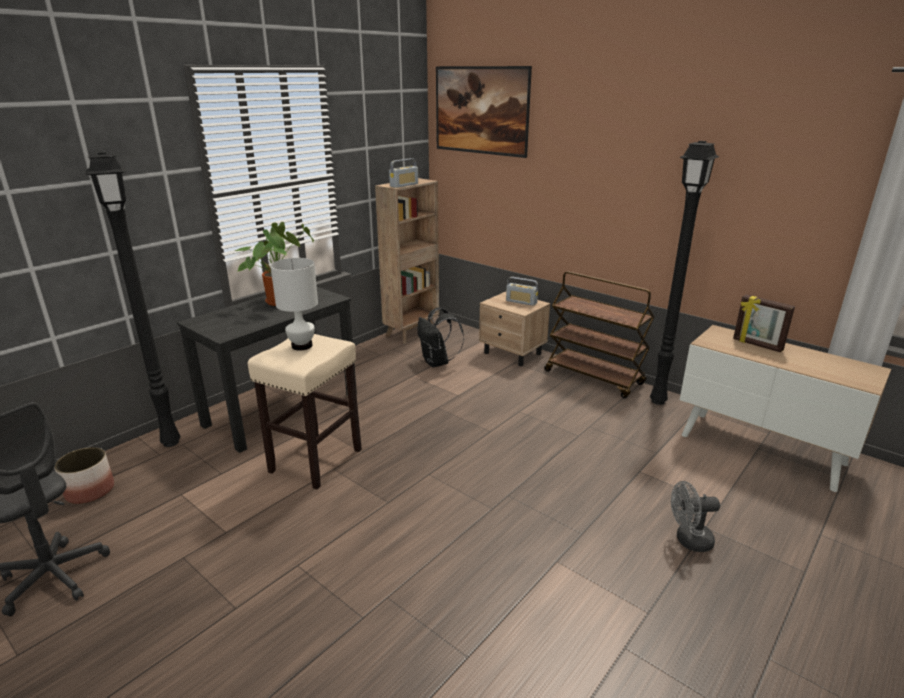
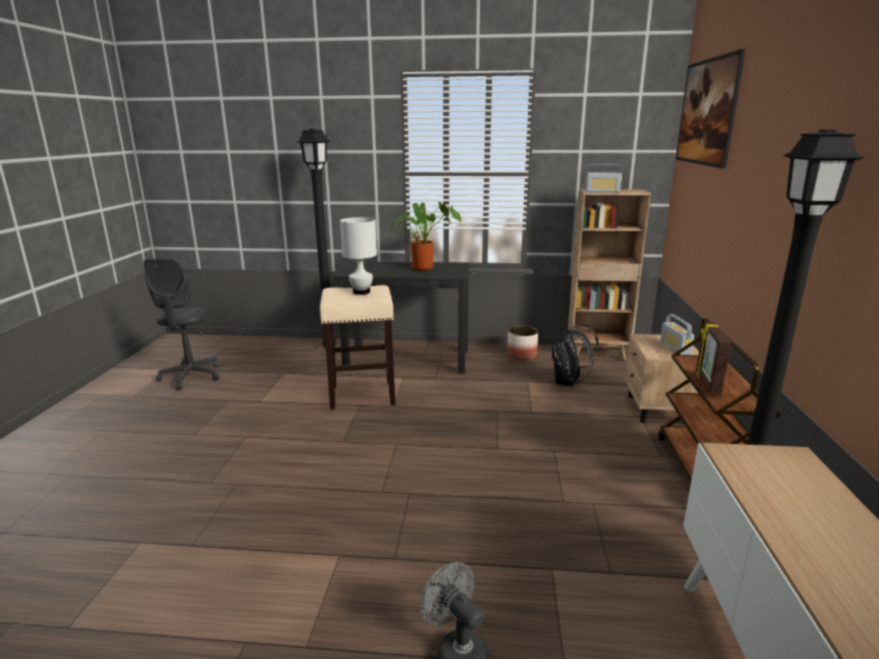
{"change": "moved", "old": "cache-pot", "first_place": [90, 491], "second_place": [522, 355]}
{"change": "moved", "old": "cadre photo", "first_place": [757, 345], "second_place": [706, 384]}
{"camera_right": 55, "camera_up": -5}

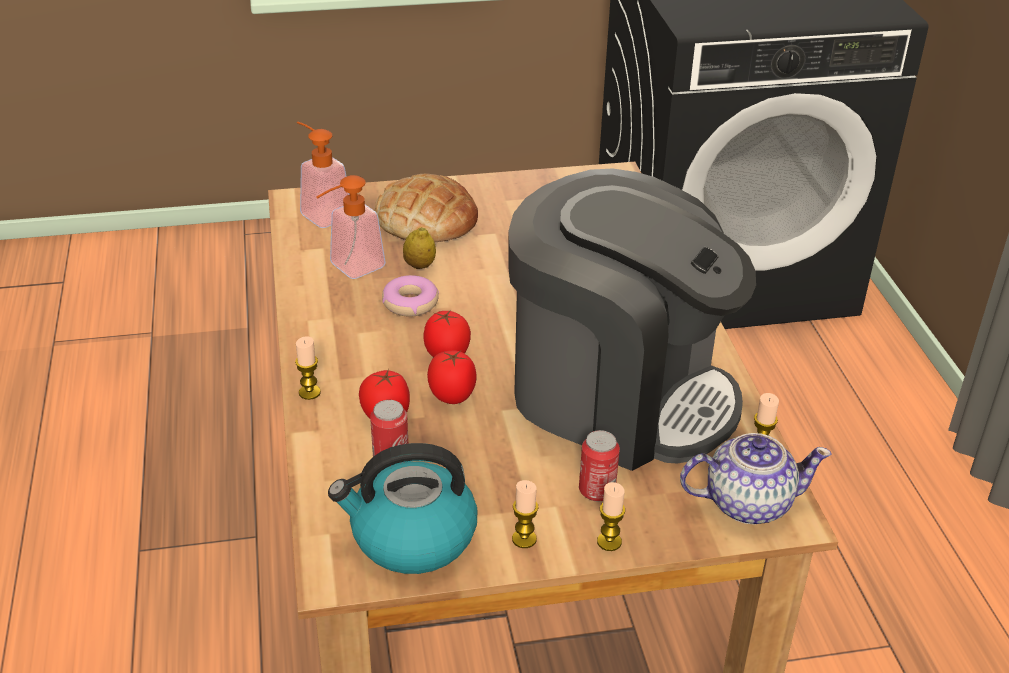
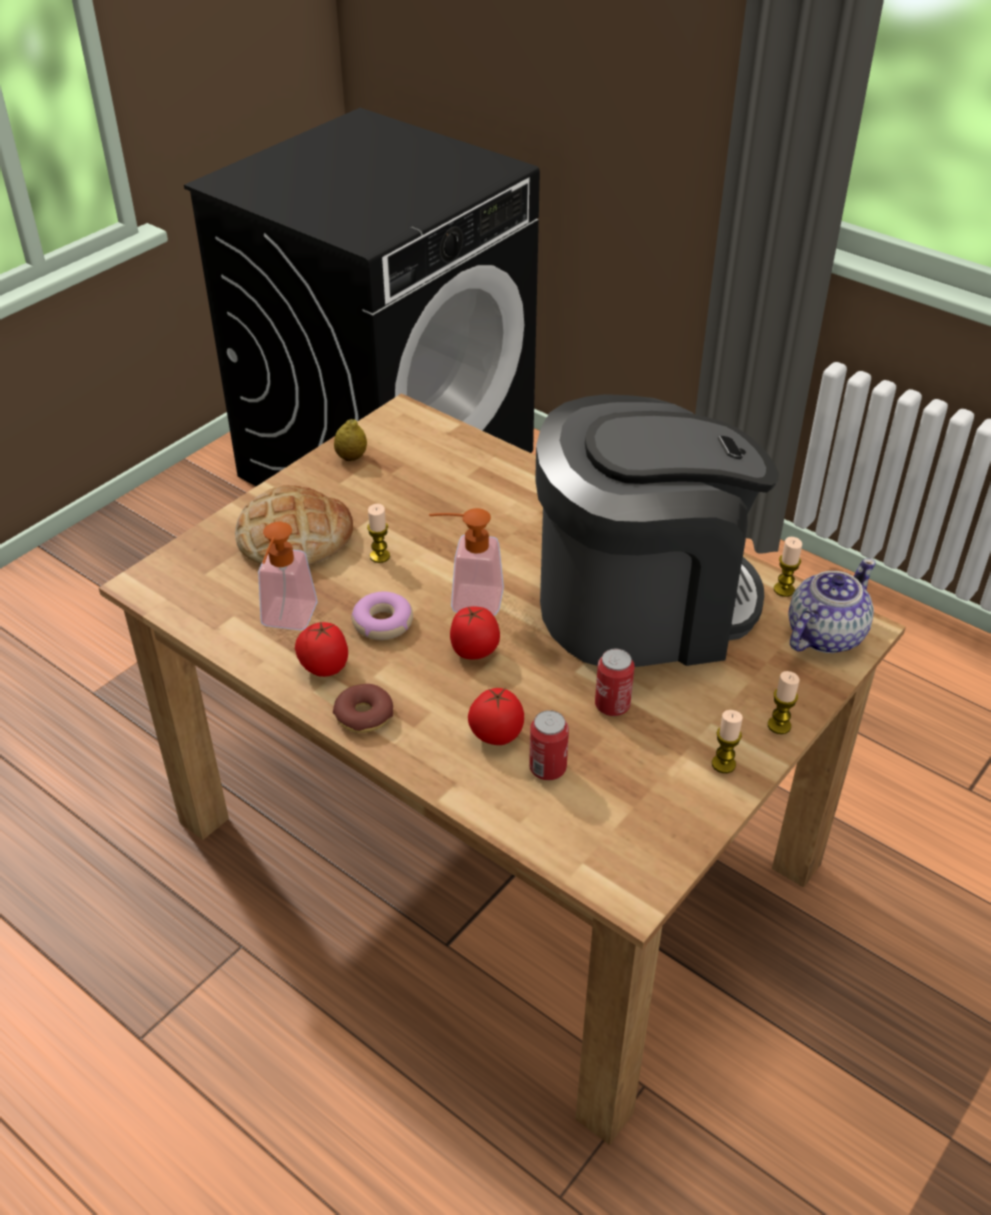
{"change": "moved", "old": "tomate", "first_place": [451, 396], "second_place": [324, 668]}
{"change": "added", "new": "beignet", "second_place": [364, 715]}
{"change": "moved", "old": "citron", "first_place": [419, 266], "second_place": [351, 457]}
{"change": "moved", "old": "bougie", "first_place": [309, 392], "second_place": [380, 556]}
{"change": "moved", "old": "distributeur de savon", "first_place": [321, 212], "second_place": [466, 599]}
{"change": "moved", "old": "boîte métallique", "first_place": [597, 491], "second_place": [612, 705]}
{"change": "removed", "old": "bouilloire", "first_place": [411, 537]}
{"camera_right": -40, "camera_up": 5}

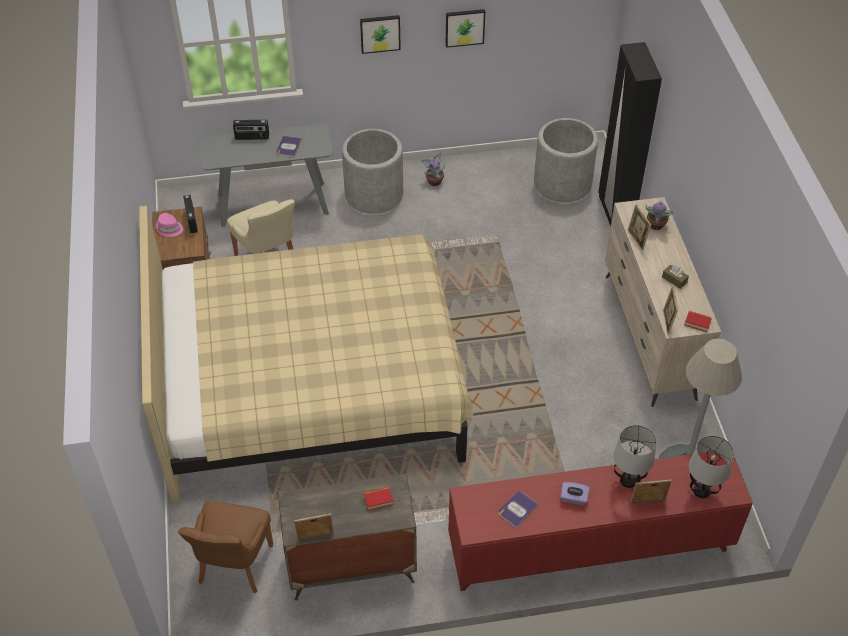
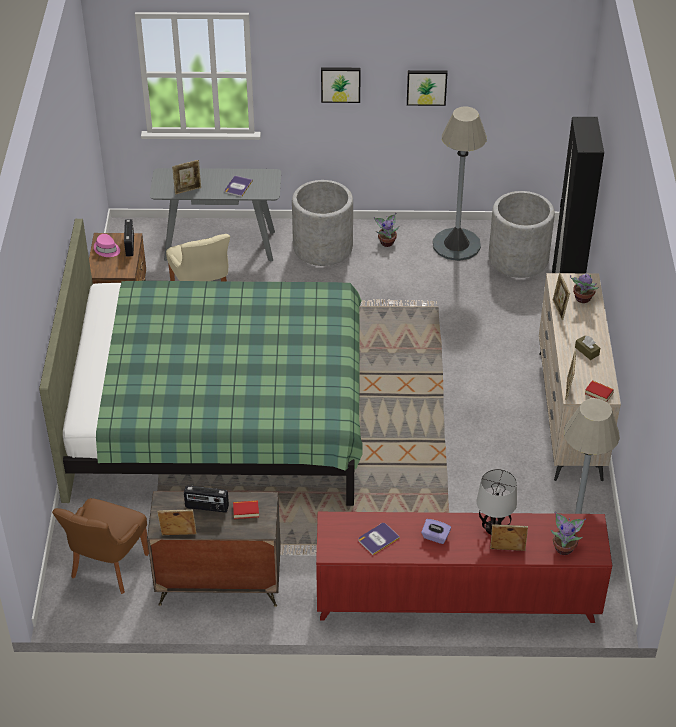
{"change": "recoloured", "old": "lit/beige", "new": "lit/vert", "first_place": [310, 383], "second_place": [217, 415]}
{"change": "added", "new": "cadre photo", "second_place": [188, 190]}
{"change": "moved", "old": "radio", "first_place": [252, 137], "second_place": [207, 507]}
{"change": "added", "new": "lampadaire/gris", "second_place": [456, 244]}
{"change": "replaced", "old": "lampe de table", "new": "plante en pot", "first_place": [702, 490], "second_place": [564, 547]}
{"camera_right": 10, "camera_up": -5}

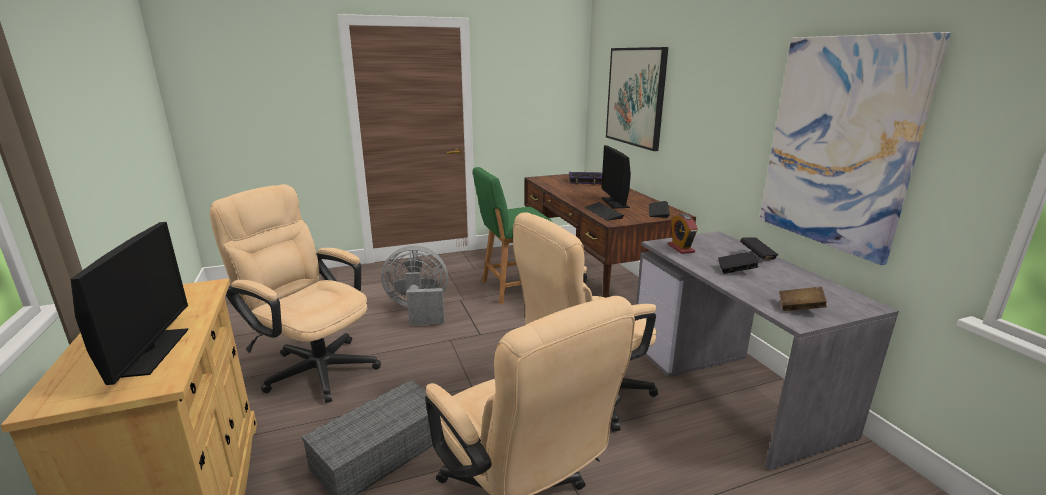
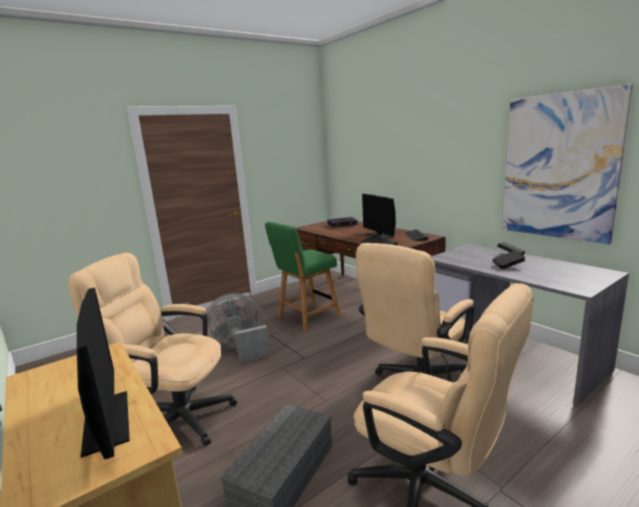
{"change": "removed", "old": "tableau", "first_place": [635, 97]}
{"change": "removed", "old": "réveil", "first_place": [681, 248]}
{"change": "removed", "old": "livre/marron", "first_place": [800, 308]}
{"camera_right": -15, "camera_up": -5}

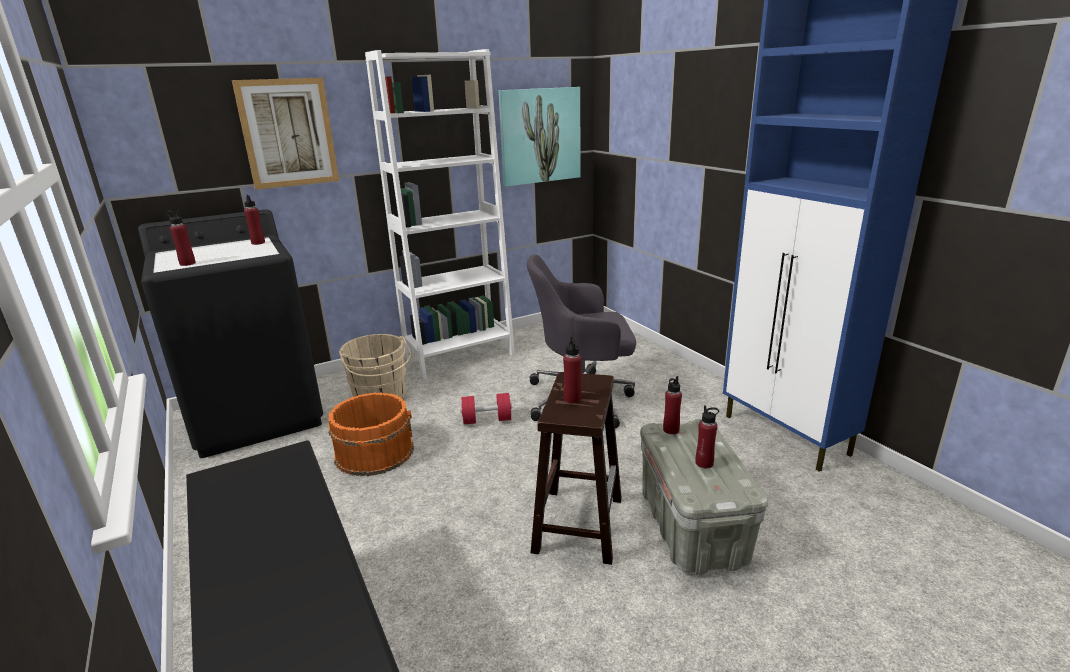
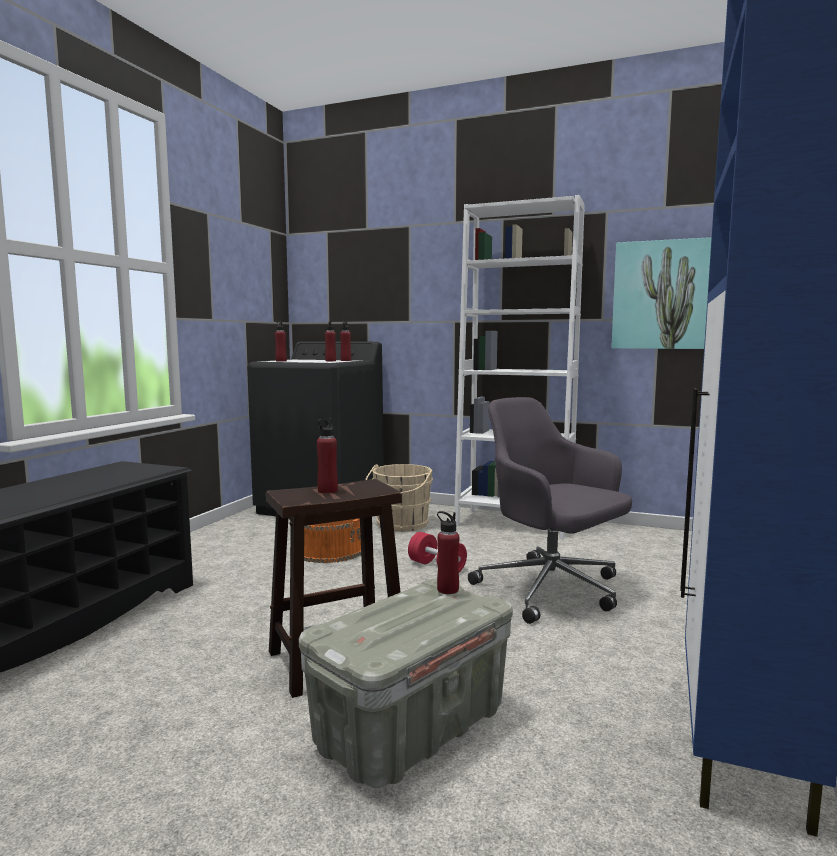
{"change": "moved", "old": "bouteille/rouge", "first_place": [704, 463], "second_place": [330, 361]}
{"change": "removed", "old": "tableau", "first_place": [288, 133]}
{"camera_right": 50, "camera_up": -15}

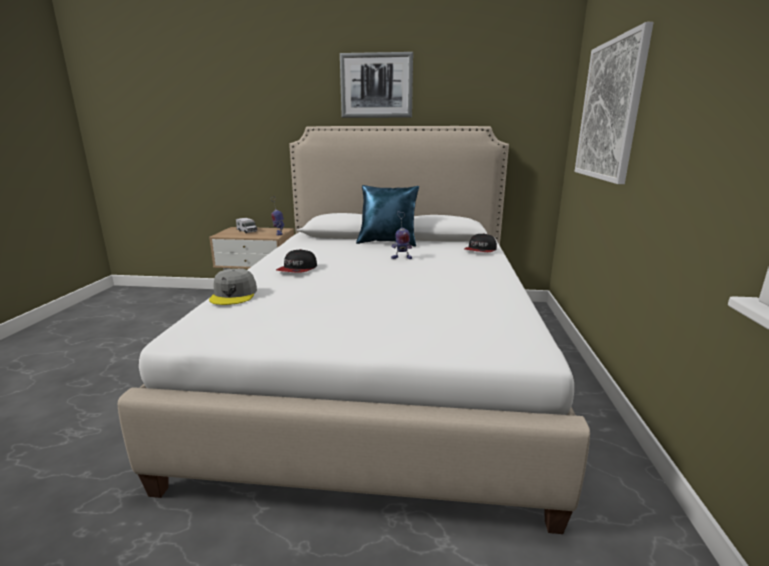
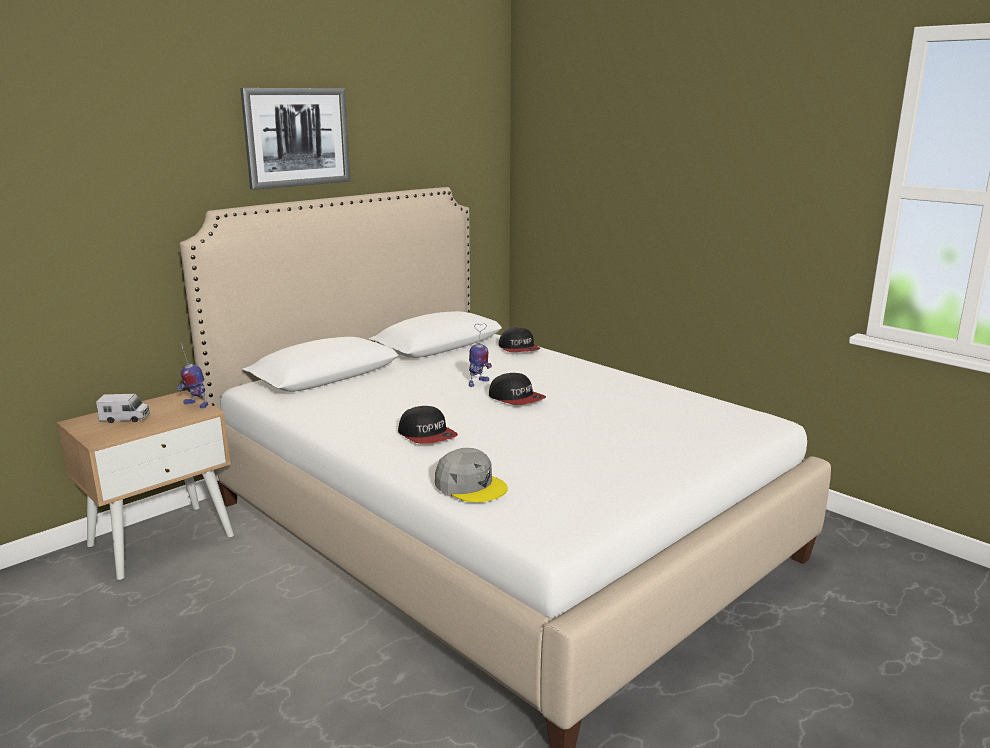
{"change": "added", "new": "casquette", "second_place": [516, 398]}
{"change": "removed", "old": "coussin/bleu", "first_place": [388, 243]}
{"change": "removed", "old": "tableau", "first_place": [609, 111]}
{"camera_right": -50, "camera_up": 0}

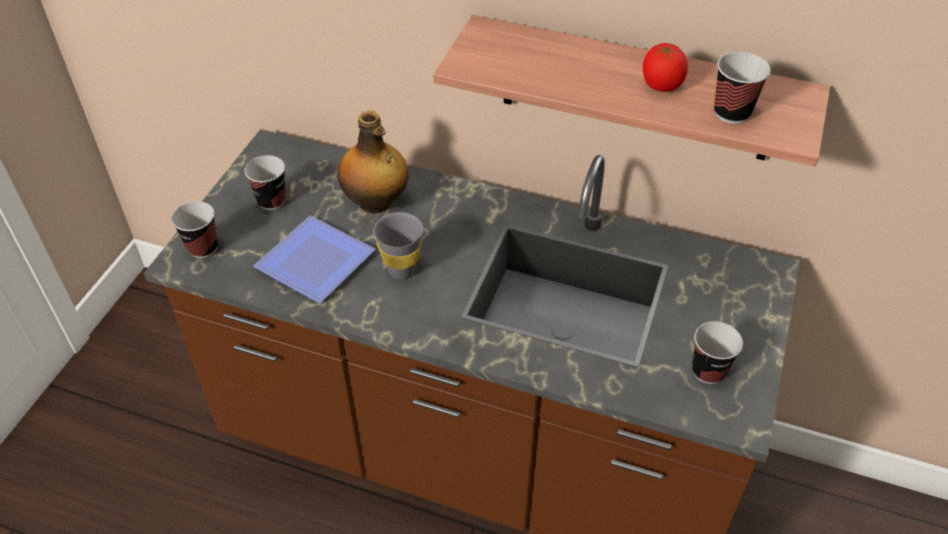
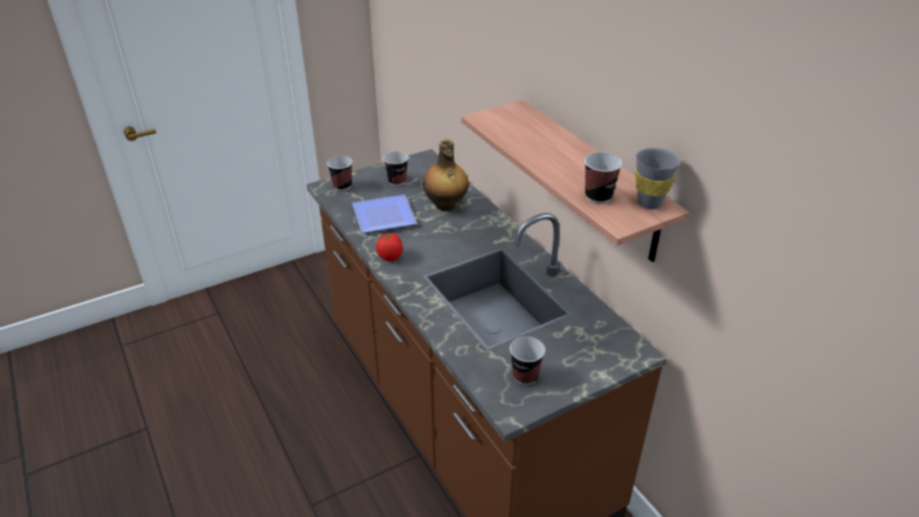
{"change": "moved", "old": "tomate", "first_place": [661, 85], "second_place": [390, 257]}
{"change": "moved", "old": "tasse/gris", "first_place": [401, 270], "second_place": [649, 203]}
{"camera_right": 40, "camera_up": -10}

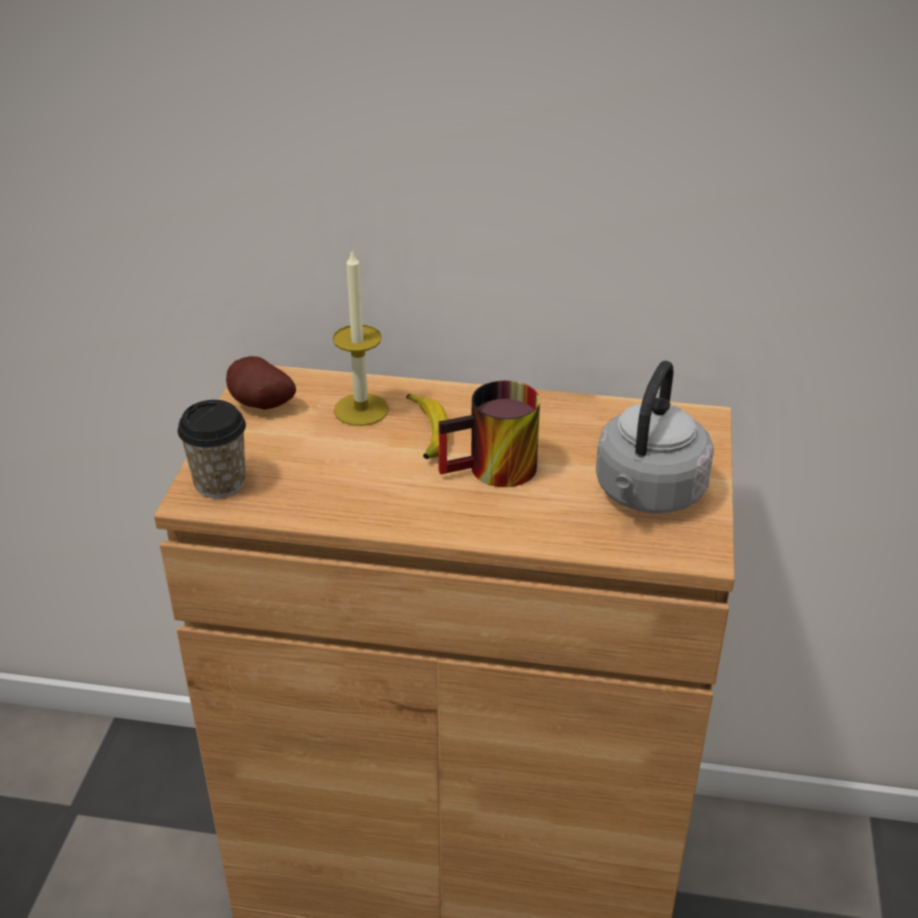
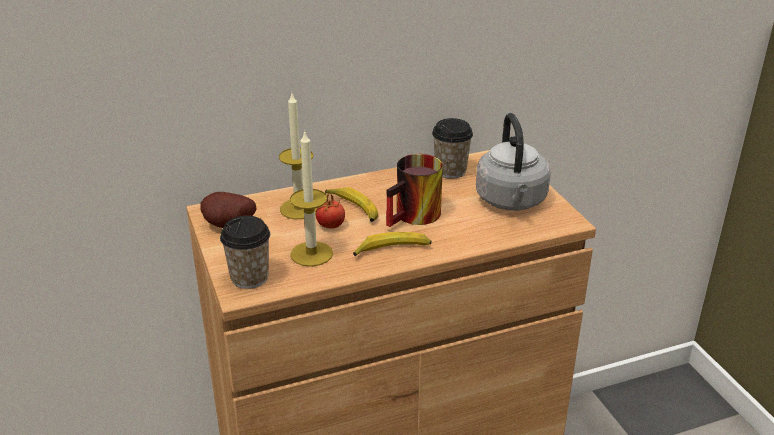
{"change": "added", "new": "bougie", "second_place": [311, 254]}
{"change": "added", "new": "tomate", "second_place": [330, 226]}
{"change": "added", "new": "banane", "second_place": [392, 250]}
{"change": "added", "new": "tasse", "second_place": [450, 171]}
{"camera_right": -30, "camera_up": -5}

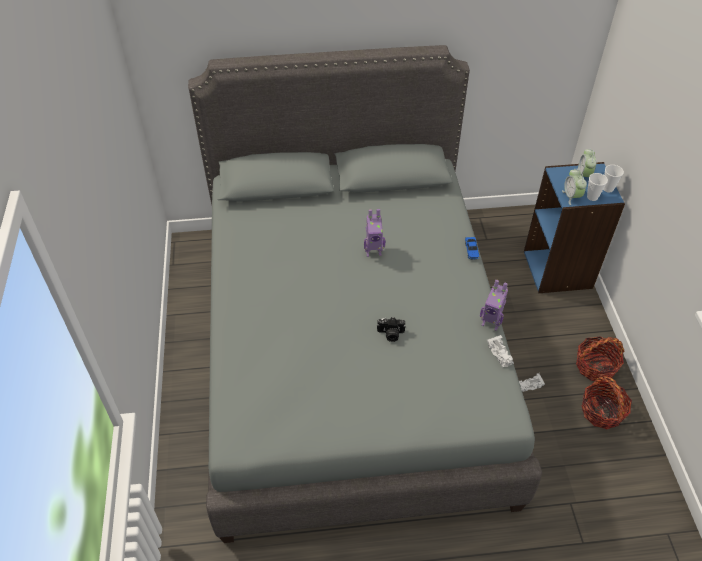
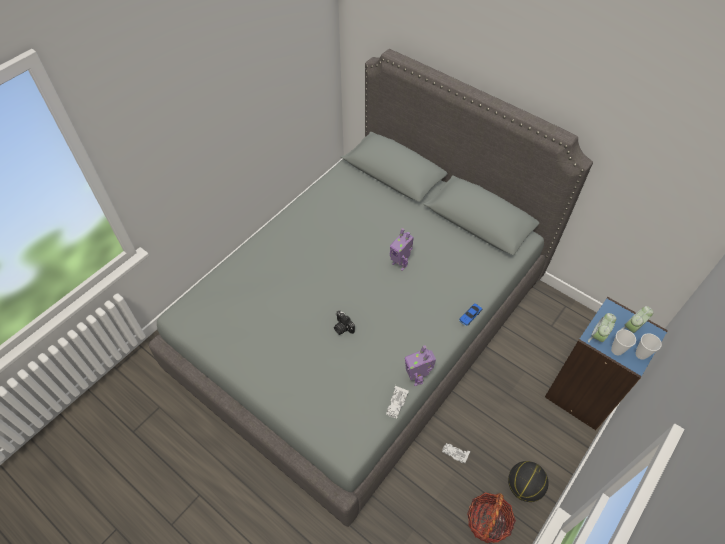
{"change": "replaced", "old": "panier", "new": "ballon de basket", "first_place": [595, 366], "second_place": [523, 487]}
{"camera_right": 45, "camera_up": 5}

